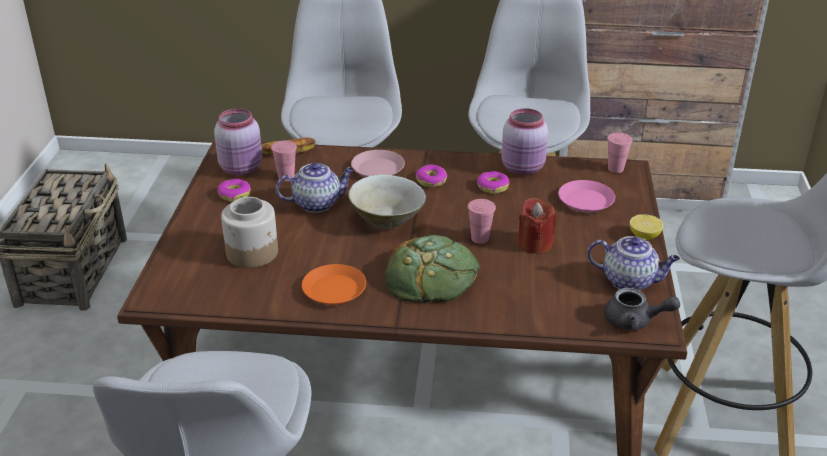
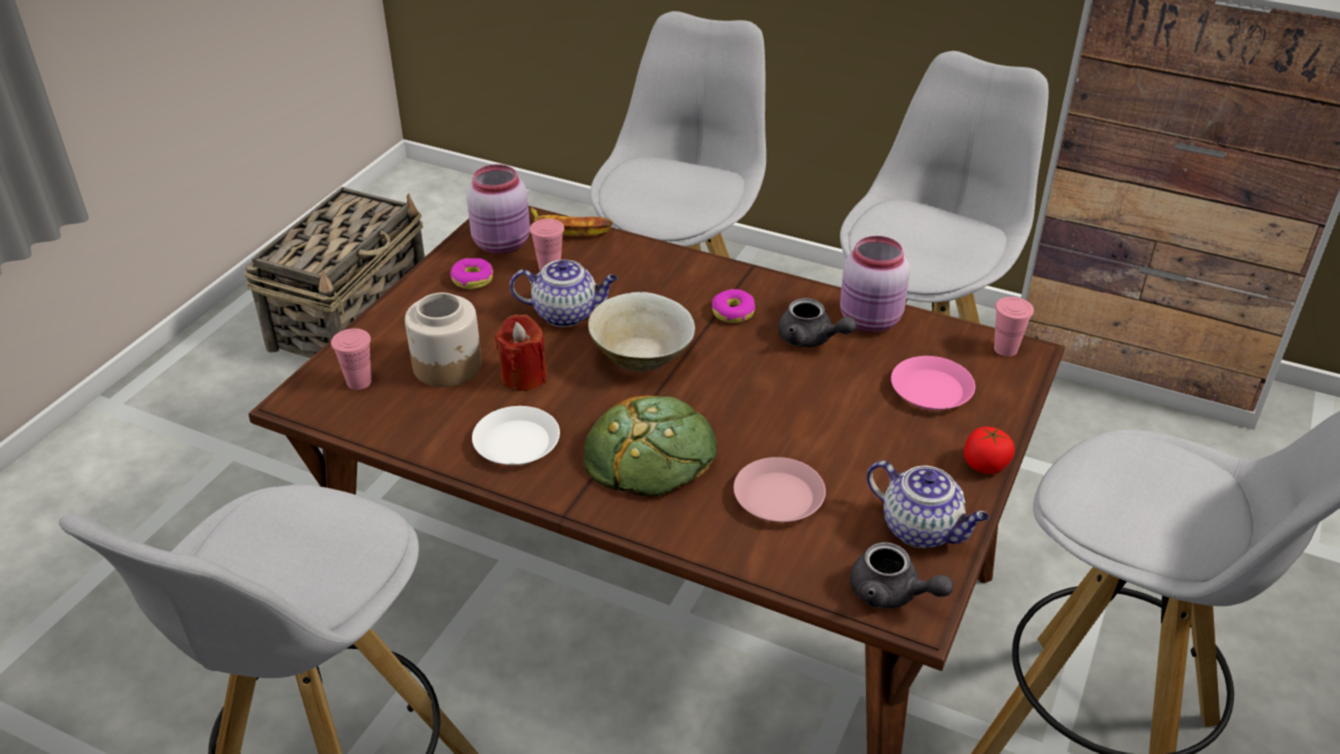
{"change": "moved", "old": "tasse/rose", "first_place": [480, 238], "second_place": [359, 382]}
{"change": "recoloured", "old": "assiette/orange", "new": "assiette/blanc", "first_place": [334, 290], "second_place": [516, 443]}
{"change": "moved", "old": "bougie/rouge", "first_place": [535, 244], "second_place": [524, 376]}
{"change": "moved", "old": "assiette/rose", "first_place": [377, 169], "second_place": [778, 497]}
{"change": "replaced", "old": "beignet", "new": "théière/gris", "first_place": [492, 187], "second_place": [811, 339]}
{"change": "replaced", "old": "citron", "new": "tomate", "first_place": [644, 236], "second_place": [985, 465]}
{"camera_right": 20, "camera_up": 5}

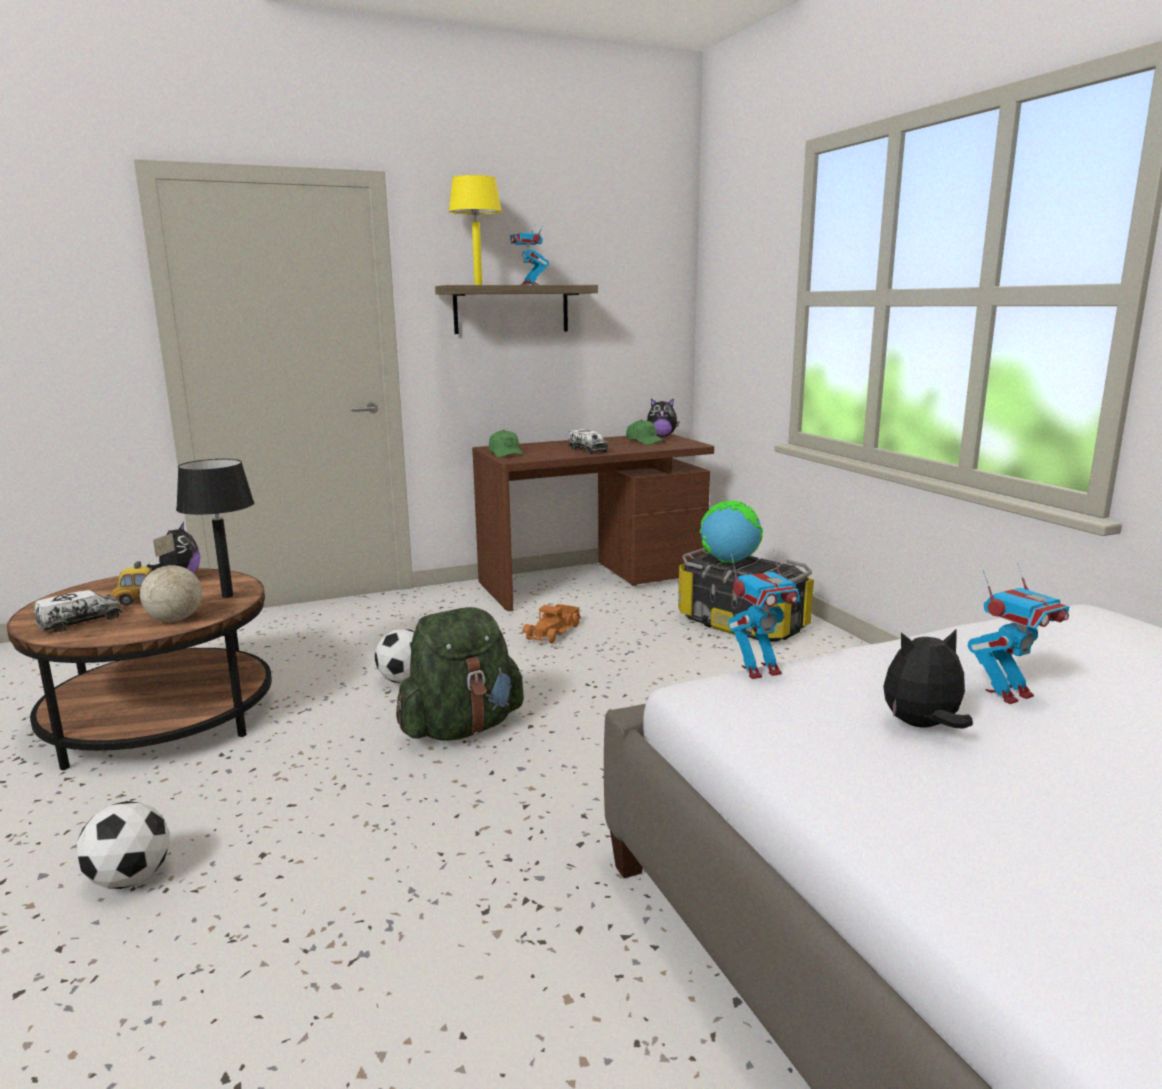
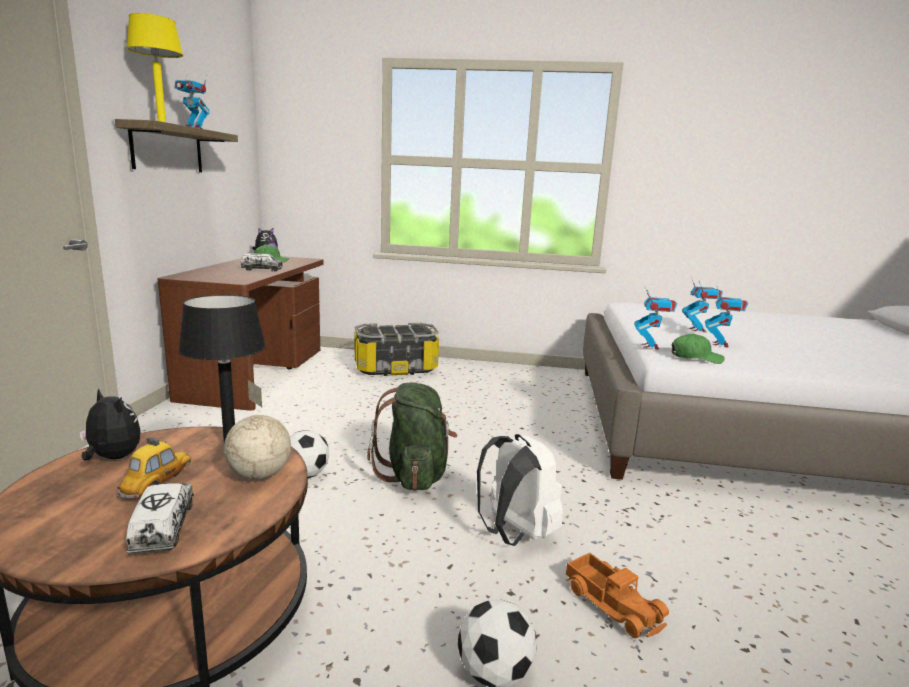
{"change": "added", "new": "sac à dos/blanc", "second_place": [515, 533]}
{"change": "moved", "old": "camion jouet", "first_place": [554, 632], "second_place": [613, 603]}
{"change": "moved", "old": "casquette/vert", "first_place": [506, 453], "second_place": [695, 358]}
{"change": "replaced", "old": "peluche", "new": "robot jouet", "first_place": [922, 726], "second_place": [720, 344]}
{"change": "removed", "old": "globe", "first_place": [729, 561]}
{"camera_right": -60, "camera_up": 0}

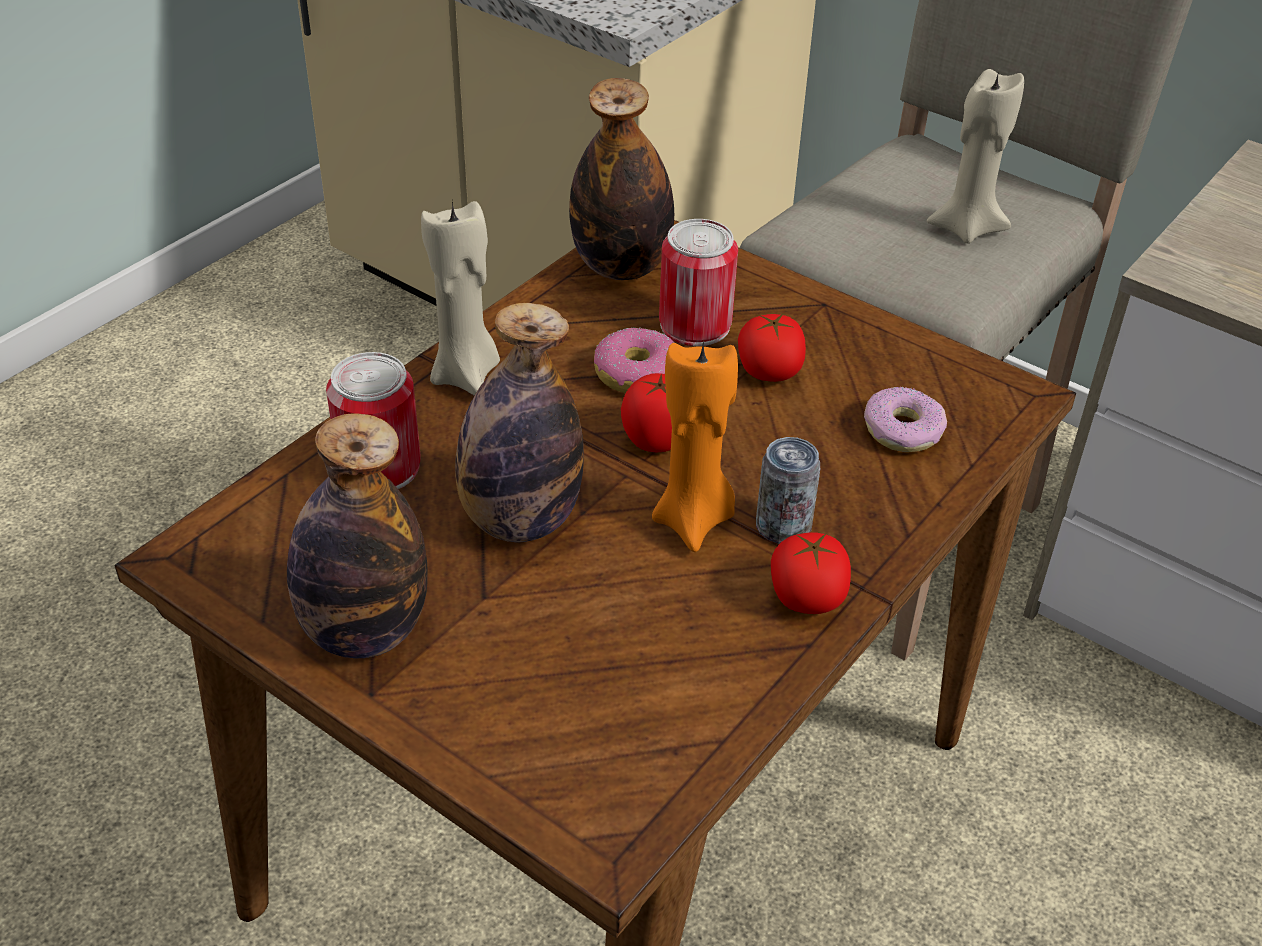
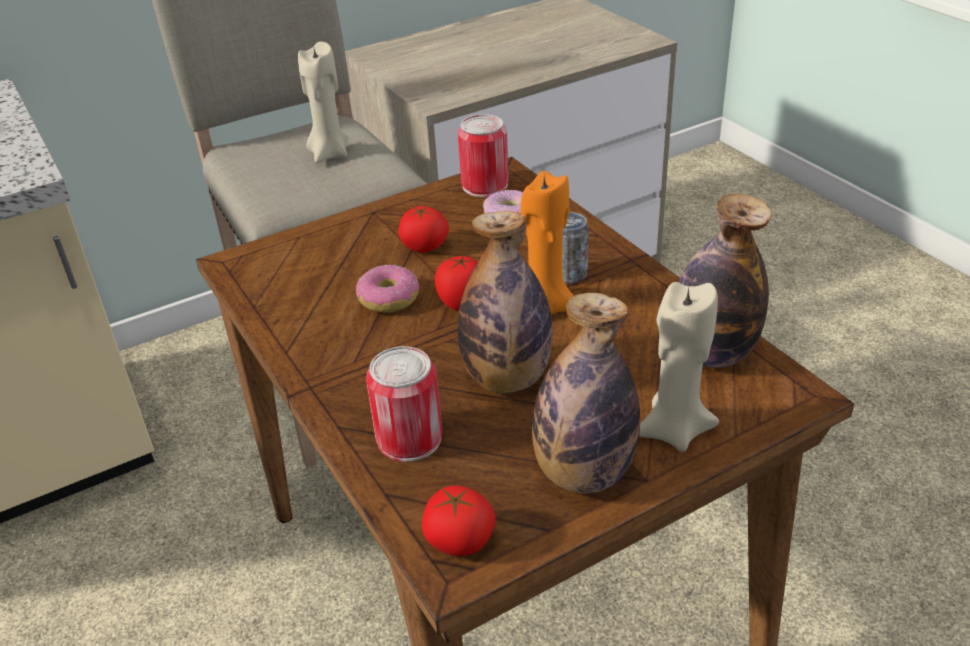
{"change": "moved", "old": "tomate", "first_place": [807, 598], "second_place": [460, 541]}
{"change": "moved", "old": "boîte métallique", "first_place": [695, 325], "second_place": [485, 185]}
{"change": "moved", "old": "bougie/beige", "first_place": [466, 374], "second_place": [673, 430]}
{"change": "moved", "old": "bouteille", "first_place": [621, 266], "second_place": [711, 354]}
{"camera_right": -65, "camera_up": -5}

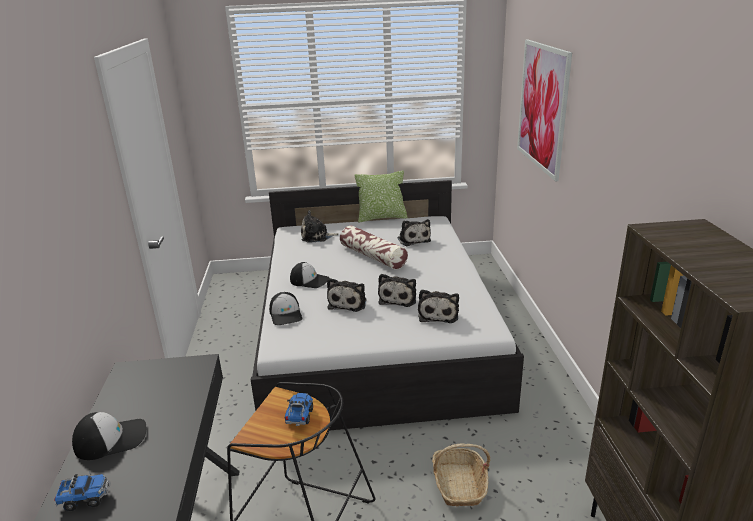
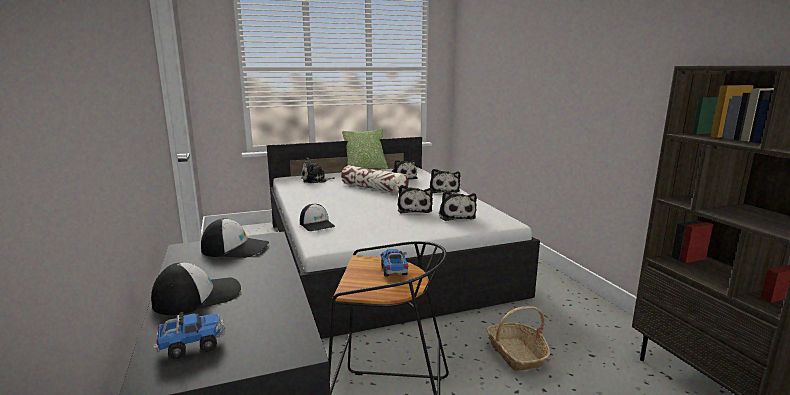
{"change": "moved", "old": "casquette", "first_place": [309, 280], "second_place": [235, 248]}
{"change": "moved", "old": "peluche", "first_place": [348, 303], "second_place": [444, 190]}
{"change": "removed", "old": "tableau", "first_place": [542, 107]}
{"camera_right": -15, "camera_up": -10}

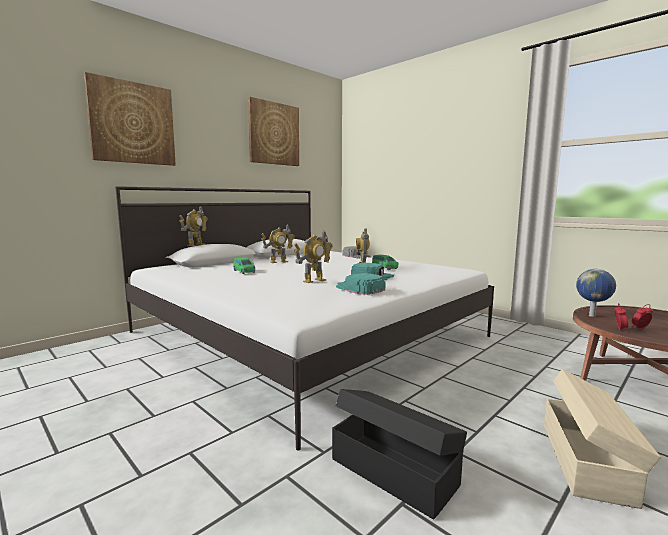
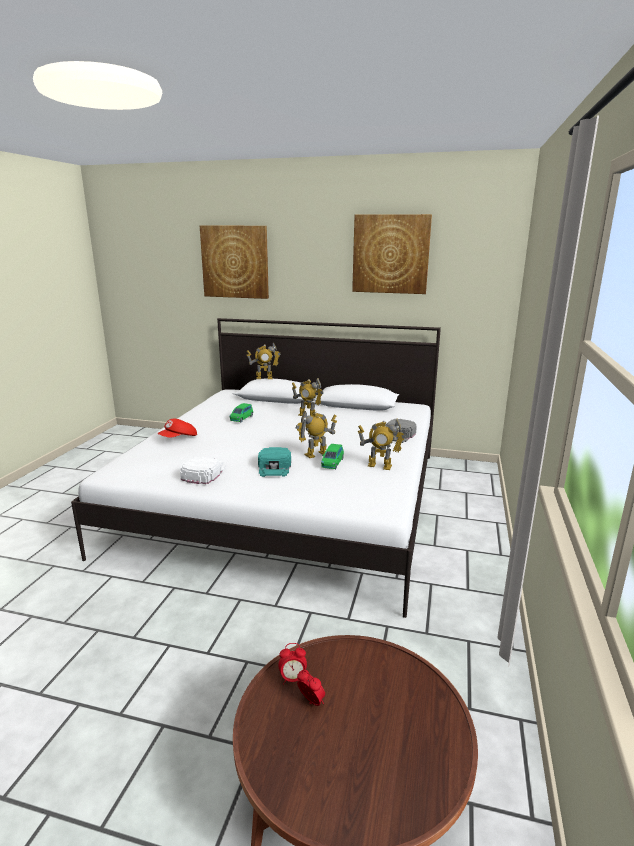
{"change": "added", "new": "casquette/rouge", "second_place": [179, 438]}
{"change": "recoloured", "old": "casquette/turquoise", "new": "casquette/blanc", "first_place": [359, 288], "second_place": [204, 473]}
{"change": "moved", "old": "robot jouet", "first_place": [314, 281], "second_place": [379, 466]}
{"change": "removed", "old": "boîte de rangement/noir", "first_place": [393, 470]}
{"change": "removed", "old": "boîte de rangement/beige", "first_place": [587, 461]}
{"change": "removed", "old": "globe", "first_place": [592, 316]}
{"camera_right": 60, "camera_up": 10}

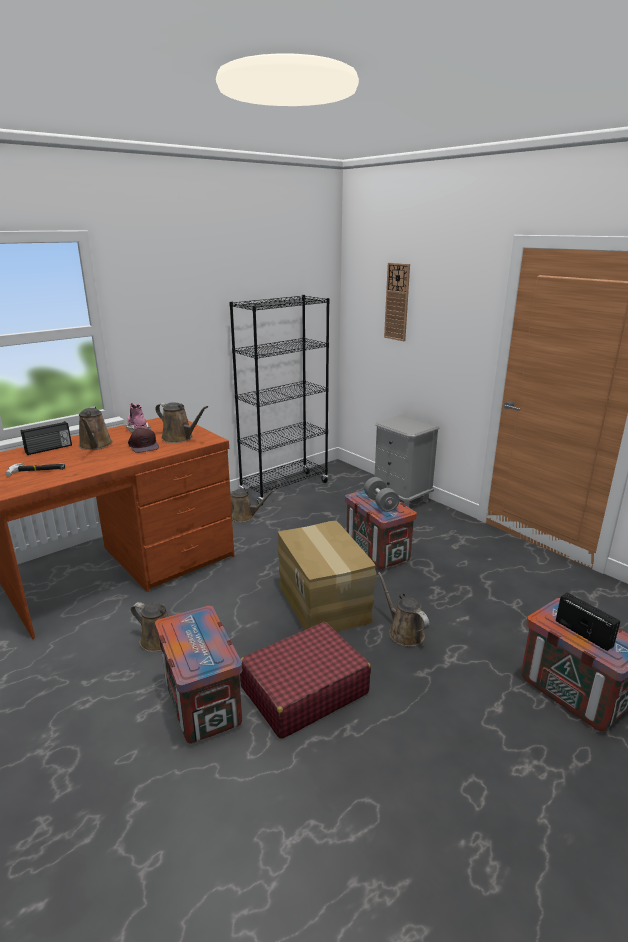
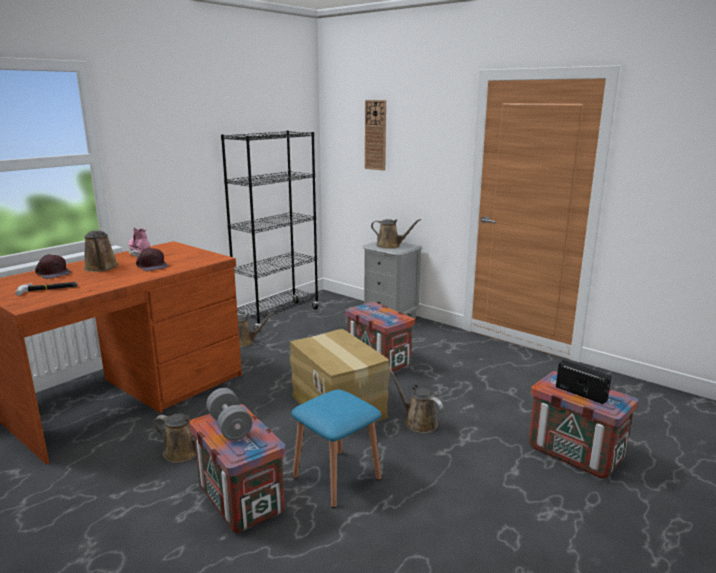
{"change": "replaced", "old": "radio", "new": "casquette/marron", "first_place": [49, 449], "second_place": [53, 273]}
{"change": "moved", "old": "haltère/gris", "first_place": [380, 503], "second_place": [229, 426]}
{"change": "replaced", "old": "valise/rouge", "new": "tabouret/bleu", "first_place": [304, 690], "second_place": [337, 477]}
{"change": "moved", "old": "arrosoir/marron", "first_place": [179, 438], "second_place": [390, 246]}
{"camera_right": -10, "camera_up": -5}

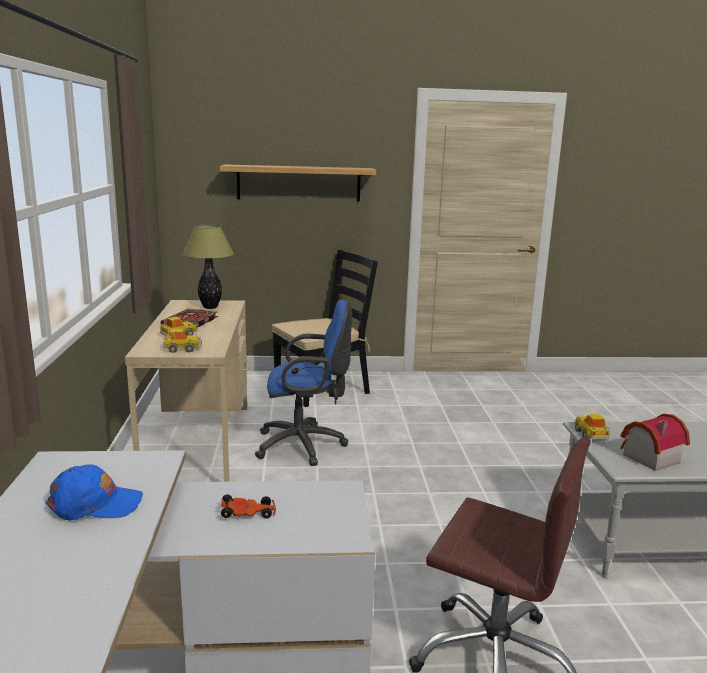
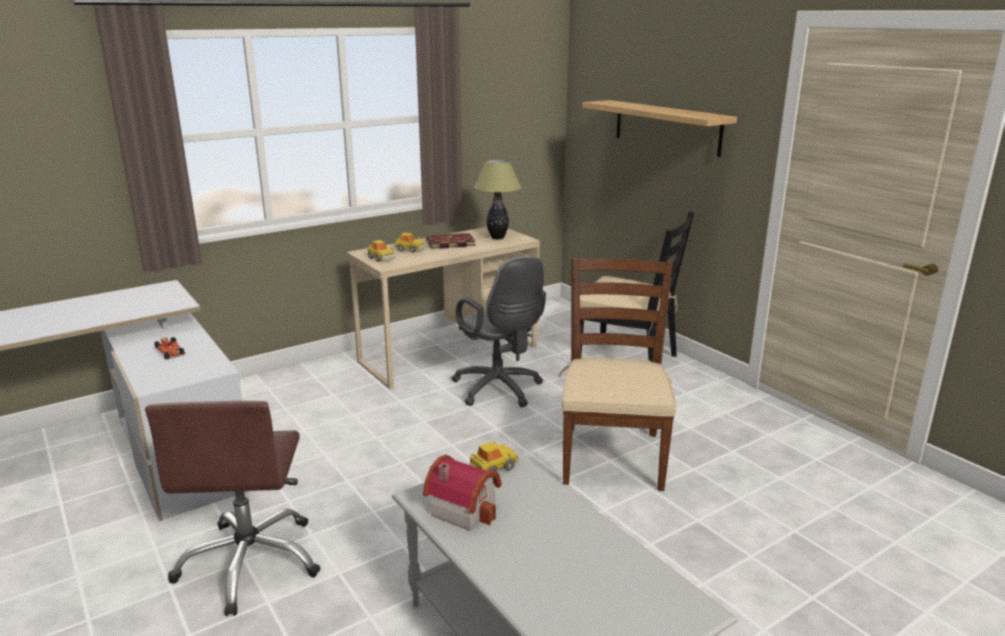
{"change": "recoloured", "old": "chaise de bureau/bleu", "new": "chaise de bureau/gris", "first_place": [305, 445], "second_place": [500, 390]}
{"change": "added", "new": "chaise/marron", "second_place": [611, 457]}
{"change": "removed", "old": "casquette/bleu", "first_place": [94, 504]}
{"camera_right": 60, "camera_up": 5}

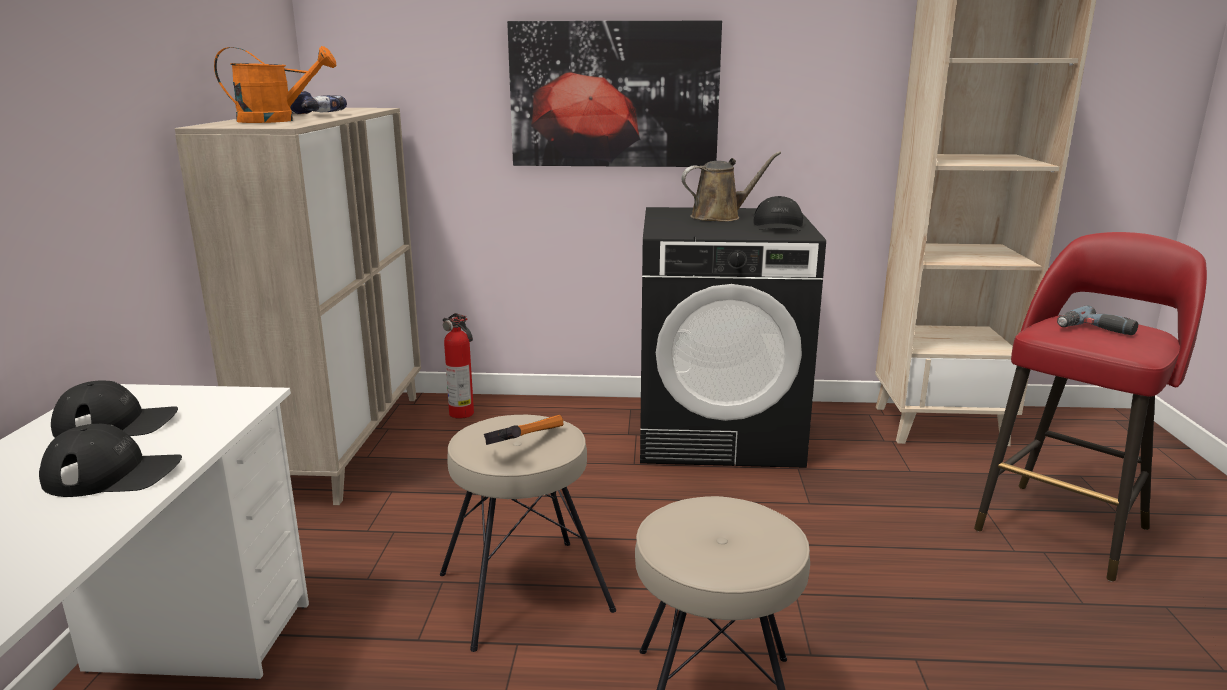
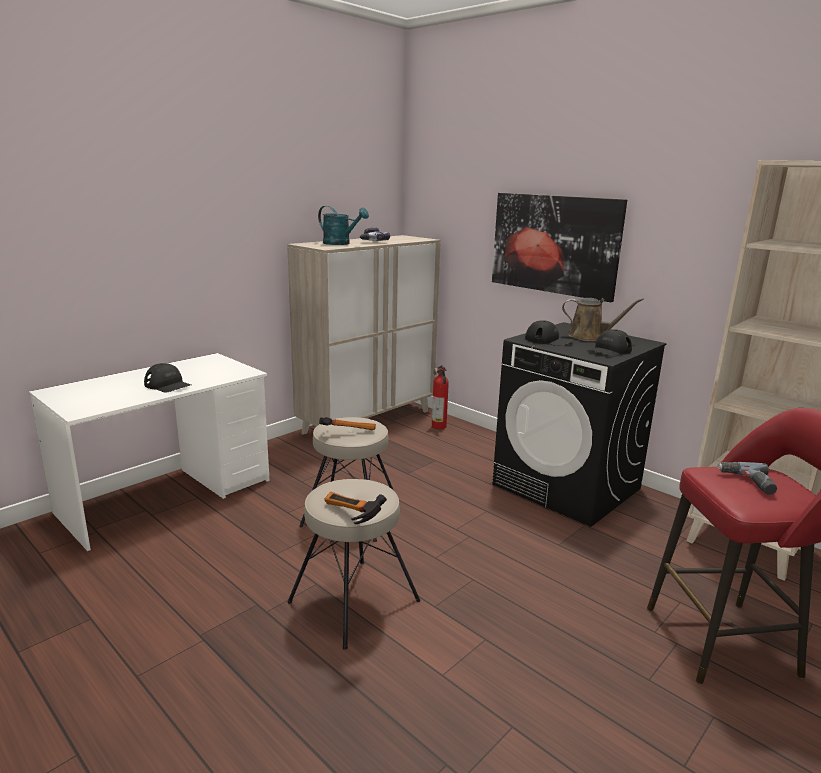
{"change": "recoloured", "old": "arrosoir/orange", "new": "arrosoir/turquoise", "first_place": [277, 121], "second_place": [341, 244]}
{"change": "added", "new": "marteau", "second_place": [348, 517]}
{"change": "moved", "old": "casquette/noir", "first_place": [117, 424], "second_place": [548, 340]}
{"camera_right": 40, "camera_up": 0}

